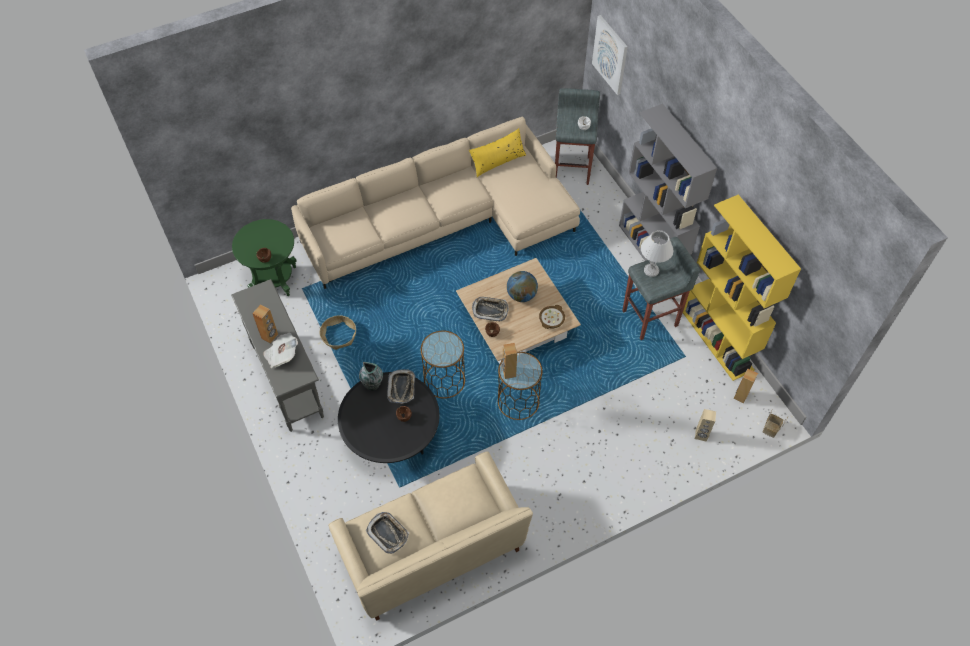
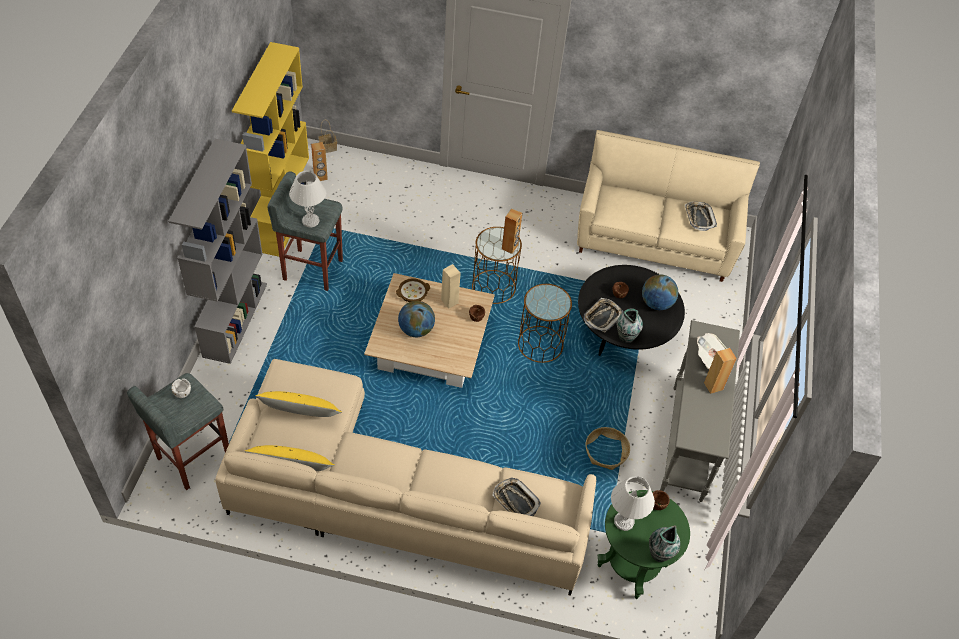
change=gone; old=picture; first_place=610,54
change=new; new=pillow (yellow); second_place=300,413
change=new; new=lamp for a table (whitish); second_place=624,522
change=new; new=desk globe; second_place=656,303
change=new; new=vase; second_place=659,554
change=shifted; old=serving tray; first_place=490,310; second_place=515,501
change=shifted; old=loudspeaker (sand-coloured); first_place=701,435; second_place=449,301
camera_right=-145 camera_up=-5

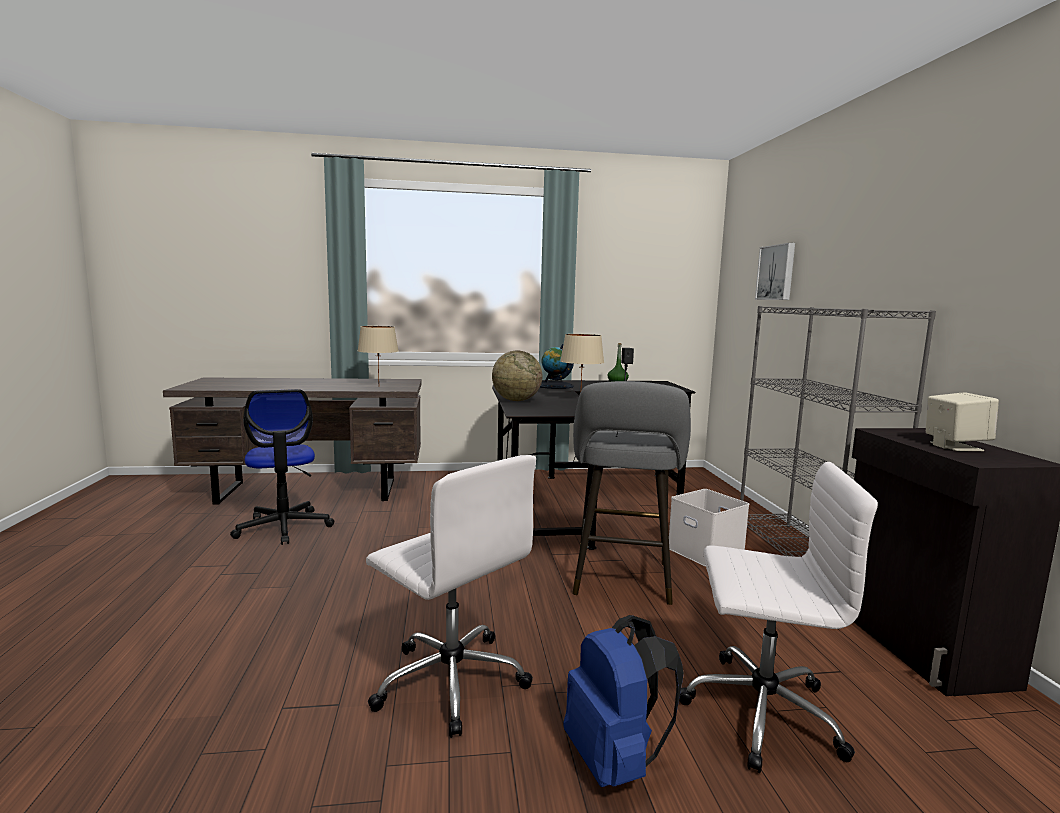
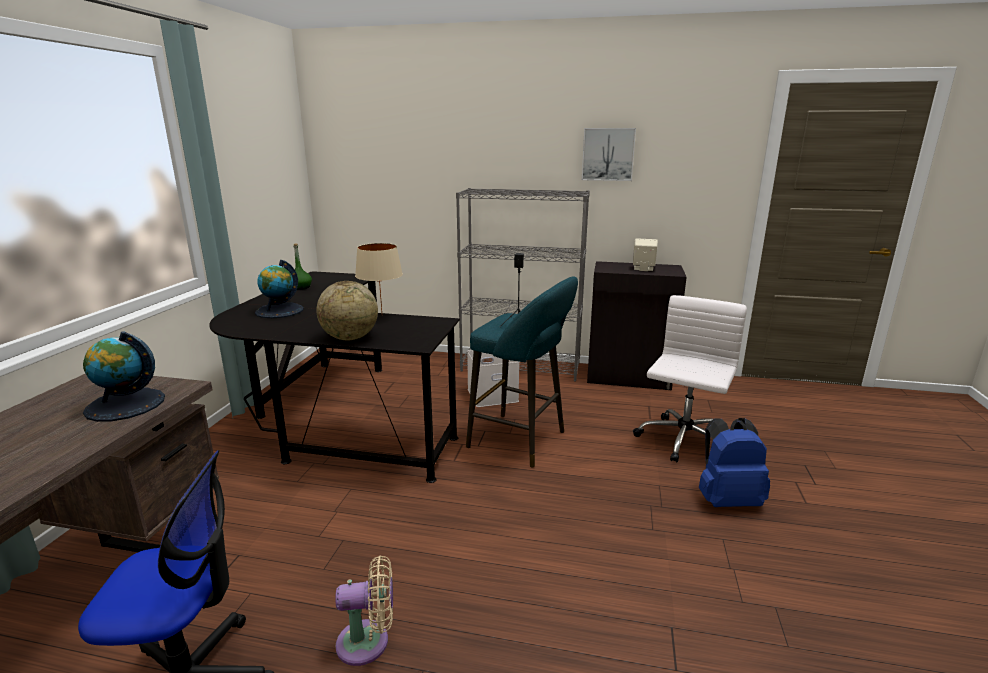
change=gone; old=computer chair (whitish); first_place=450,680
change=new; new=electric fan (sand-coloured); second_place=368,642
change=shifted; old=picture; first_place=777,272; second_place=608,154
change=swapped; old=lamp for a table (sand-coloured); new=desk globe; first_place=378,387; second_place=125,404
change=repainted; old=stool seat (gray); new=stool seat (turquoise); first_place=622,582; second_place=521,441
camera_right=-70 camera_up=10

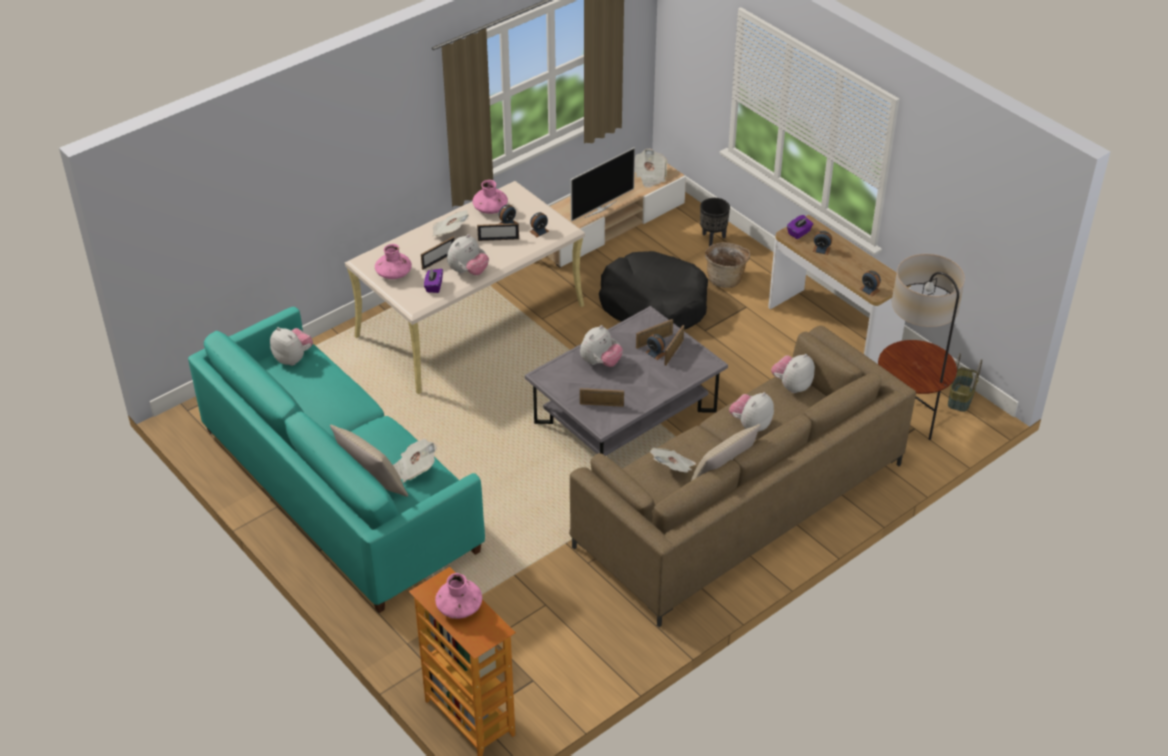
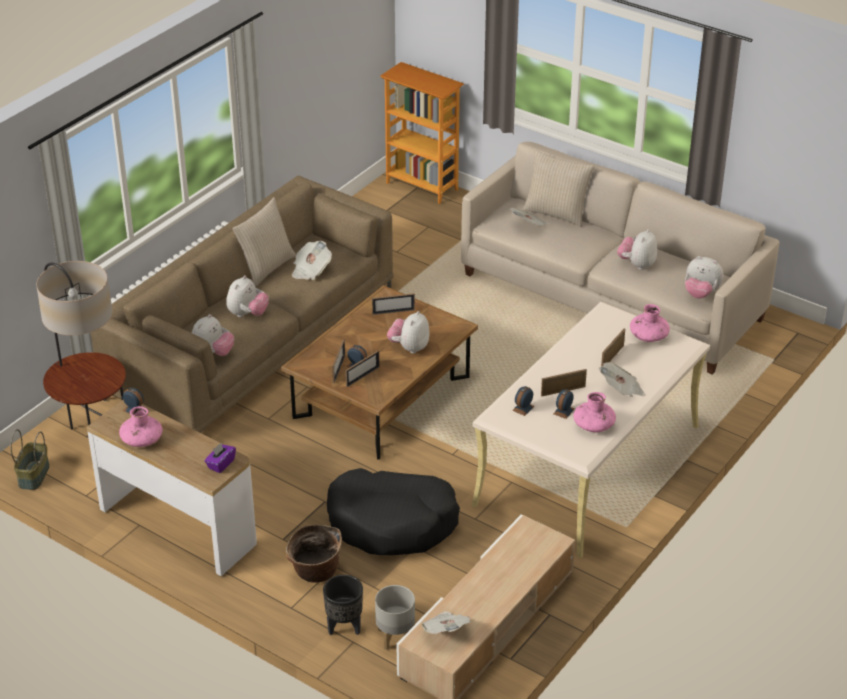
change=gone; old=tissue holder (purple); first_place=433,286
change=gone; old=TV set; first_place=600,209
change=gone; old=table clock; first_place=821,249
change=new; new=planter (gray); second_place=395,637
change=shifted; old=vase (pink); first_place=459,607; second_place=142,440
change=shifted; old=plush toy; first_place=468,271; second_place=637,264
change=repainted; old=settee (turquoise); new=settee (sand-coloured); first_place=339,489; second_place=611,297
change=repainted; old=low table (gray); new=low table (brownish); first_place=625,417; second_place=382,397
camera_right=165 camera_up=-5

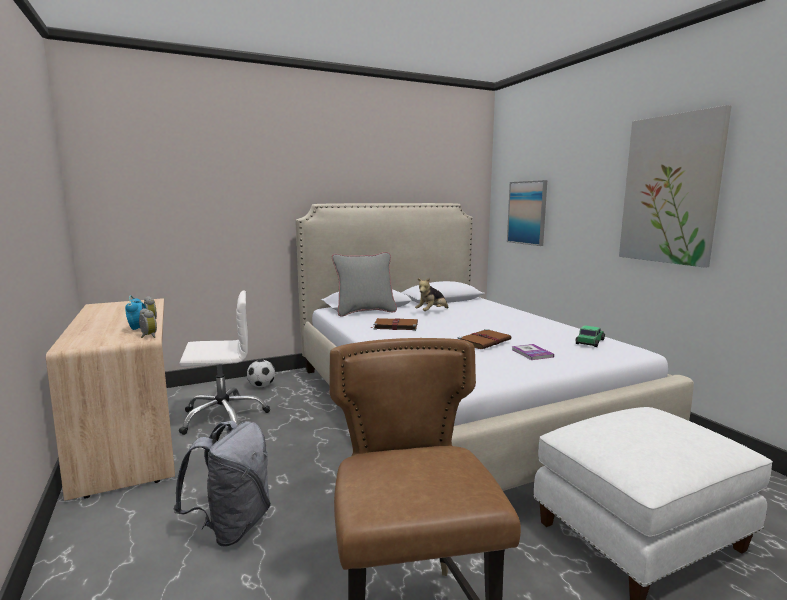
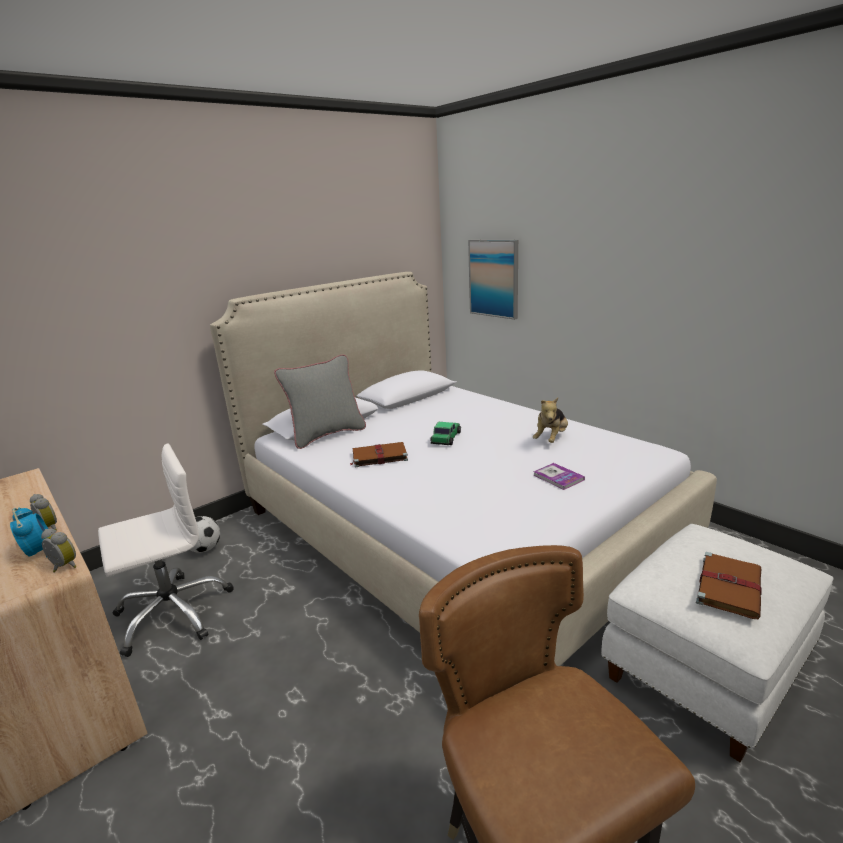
change=gone; old=knapsack (gray); first_place=232,526
change=gone; old=picture; first_place=670,190
change=shifted; old=plush toy; first_place=432,312; second_place=551,439
change=shifted; old=book (brownish); first_place=484,341; second_place=729,586
change=shifted; old=model car; first_place=590,342; second_place=446,438
camera_right=-15 camera_up=10

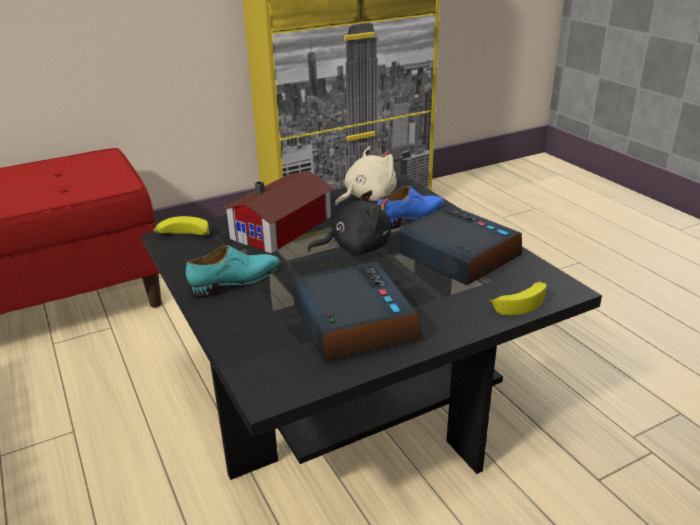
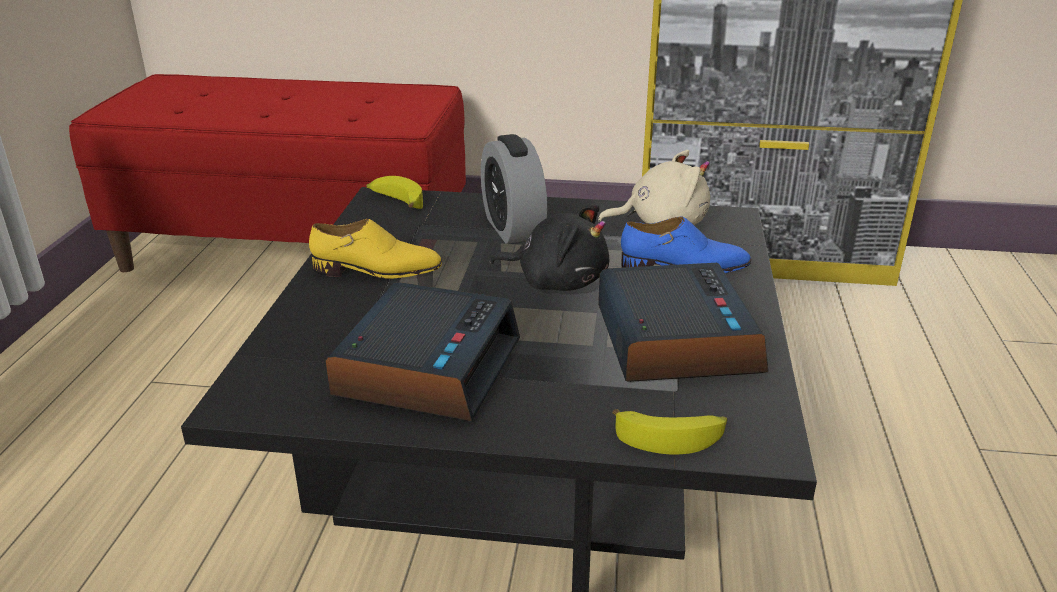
change=swapped; old=miniature house; new=table clock; first_place=285,227; second_place=513,228
change=repainted; old=low shoe (turquoise); new=low shoe (yellow); first_place=237,281; second_place=377,270
camera_right=35 camera_up=0

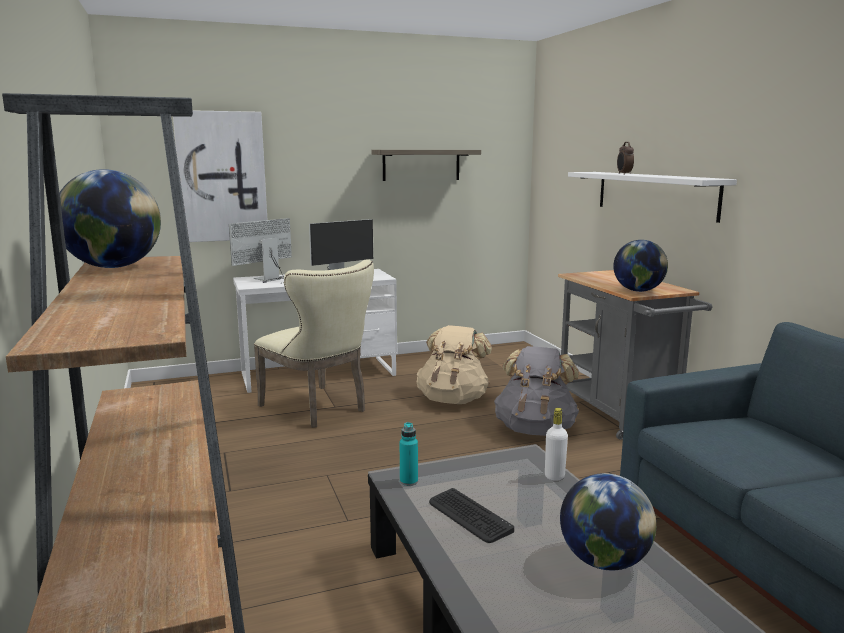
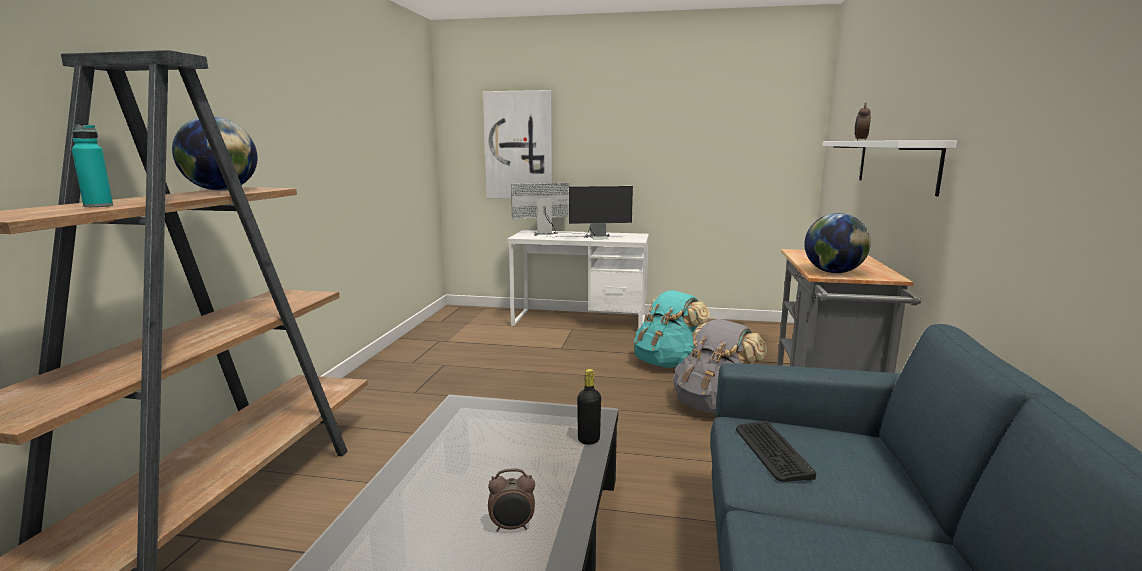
change=gone; old=chair (sand-coloured); first_place=319,409
change=gone; old=wall shelf; first_place=421,165
change=shifted; old=drink bottle (turquoise); first_place=408,481; second_place=98,206
change=shifted; old=PC keyboard; first_place=469,516; second_place=772,451
change=swapped; old=desk globe; new=table clock; first_place=604,561; second_place=512,527
change=repainted; old=knapsack (sand-coloured); new=knapsack (turquoise); first_place=453,400; second_place=667,363
change=repainted; old=drink bottle (whitish); new=drink bottle (blackish); first_place=554,476; second_place=588,440
camera_right=30 camera_up=0

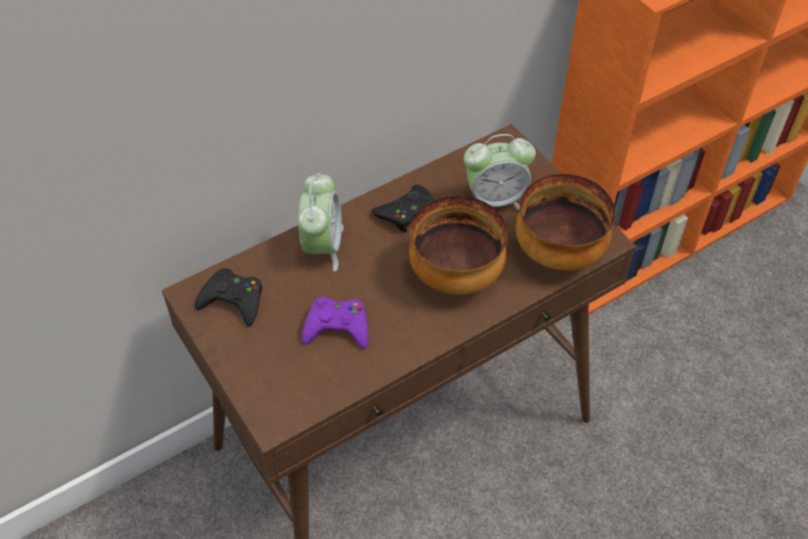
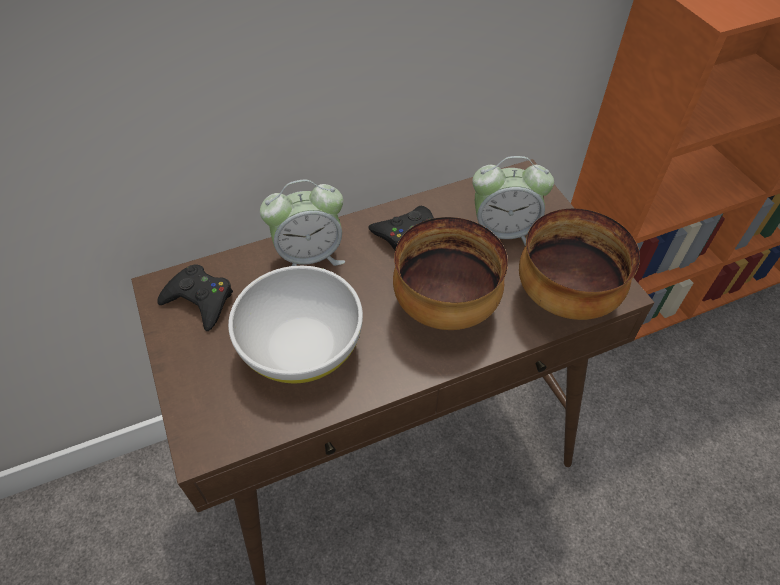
change=swapped; old=game controller (purple); new=serving bowl (whitish); first_place=337,327; second_place=302,346
change=rotated; old=table clock; first_place=323,246; second_place=309,256; degrees=60
camera_right=10 camera_up=0

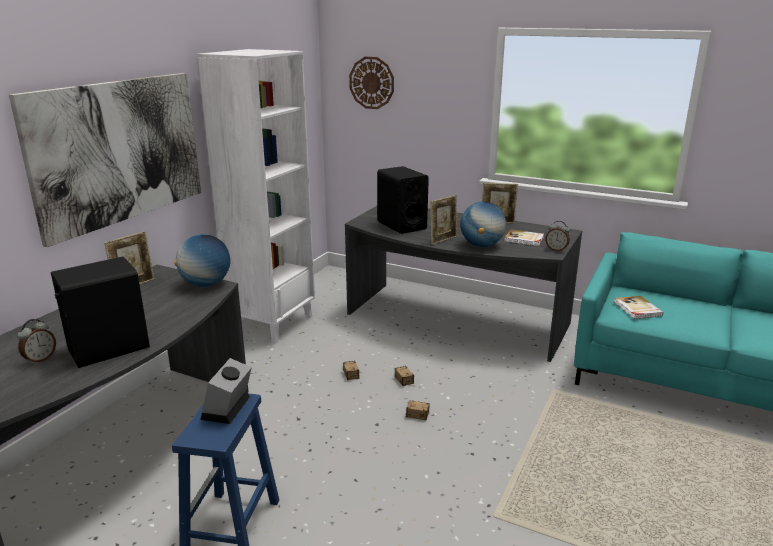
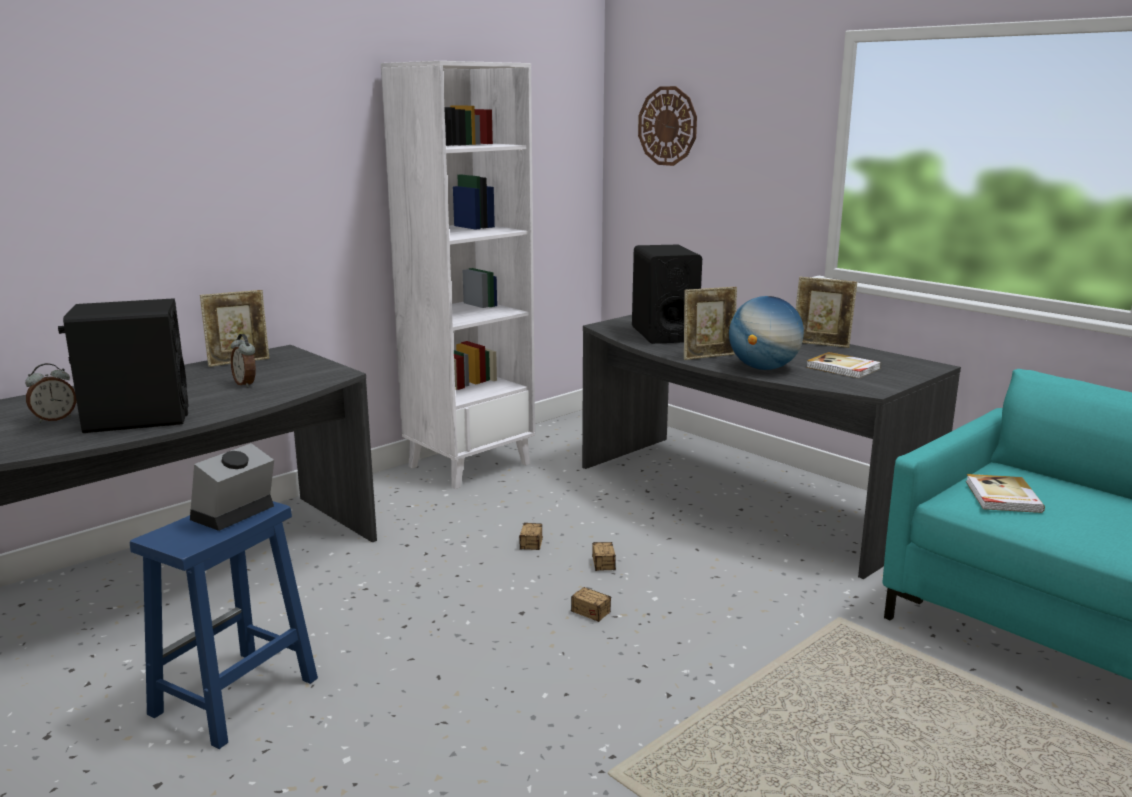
change=gone; old=picture; first_place=119,151
change=gone; old=desk globe; first_place=206,284
change=shifted; old=table clock; first_place=556,250; second_place=246,384
camera_right=20 camera_up=-5

